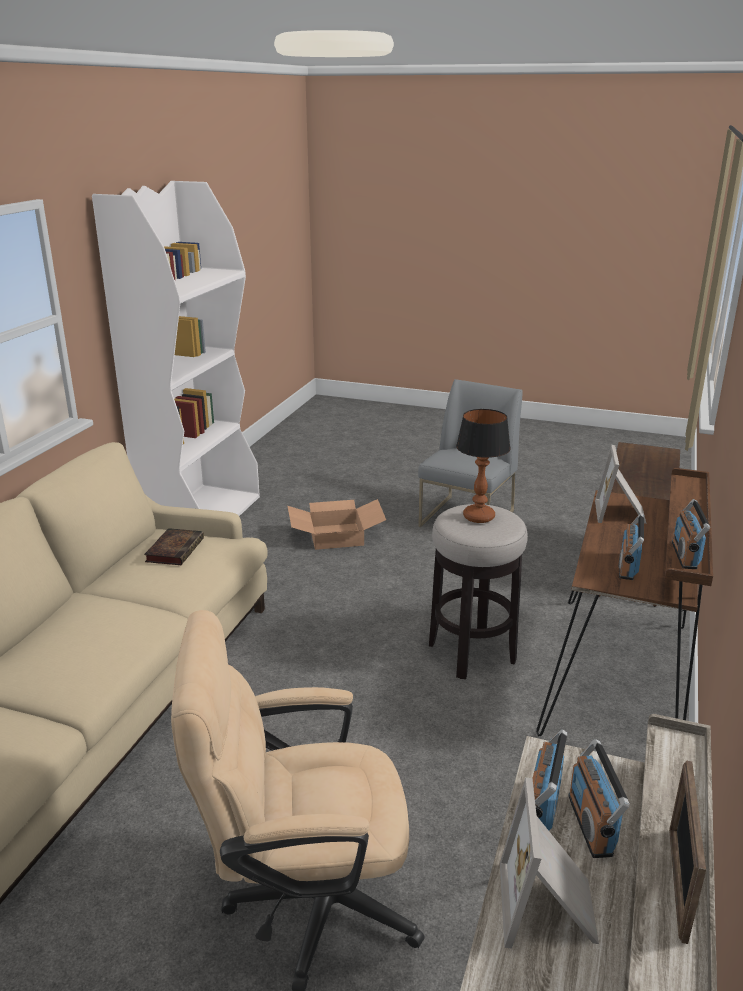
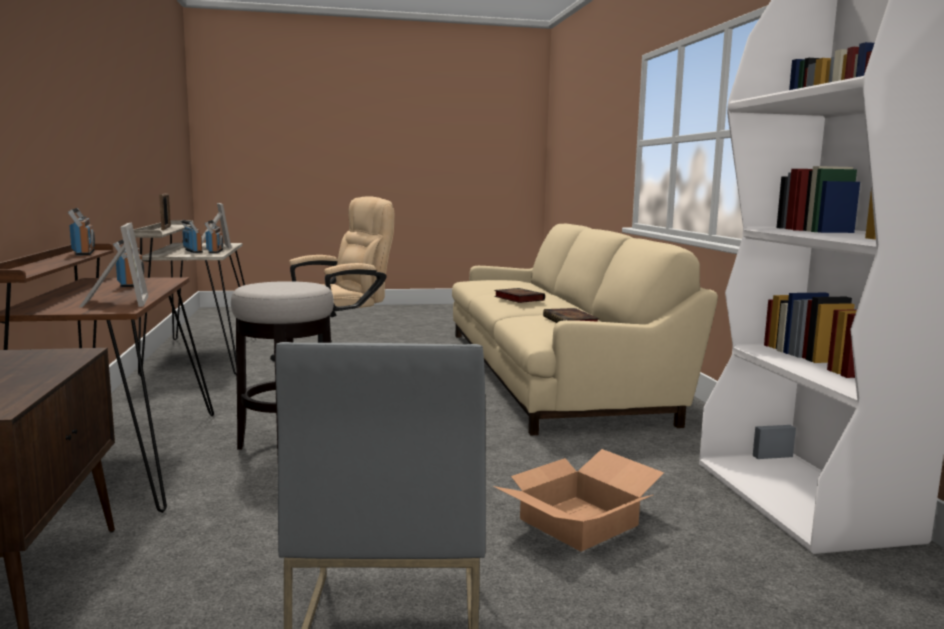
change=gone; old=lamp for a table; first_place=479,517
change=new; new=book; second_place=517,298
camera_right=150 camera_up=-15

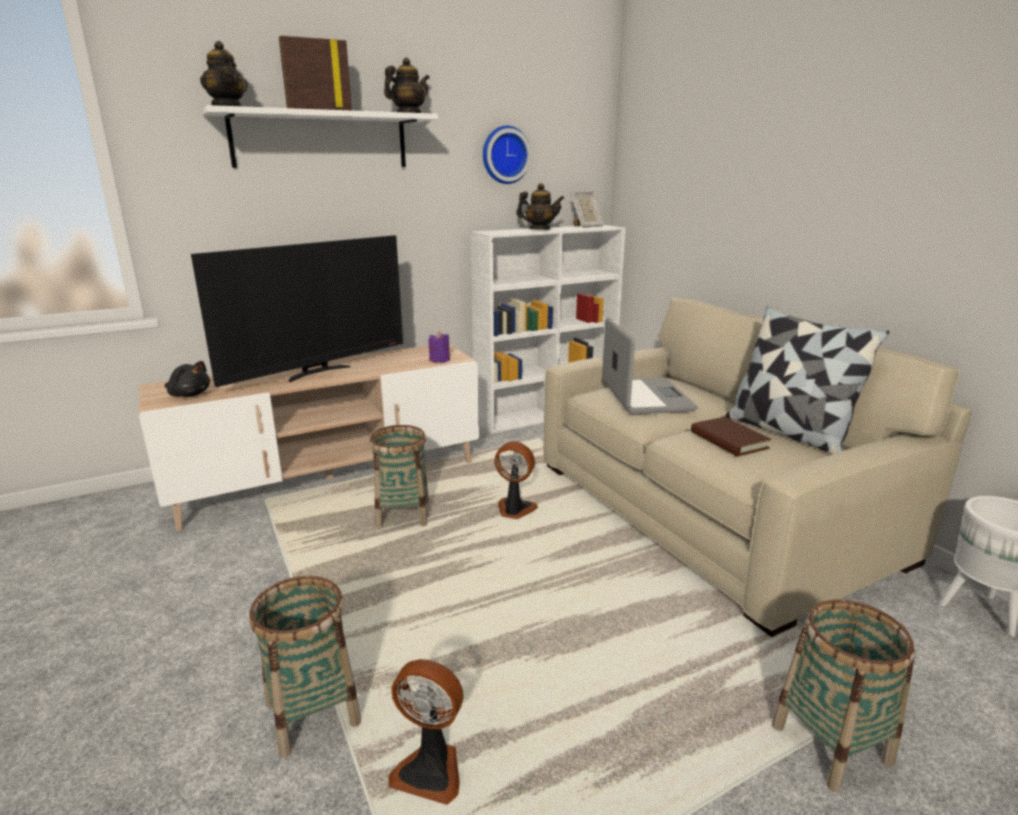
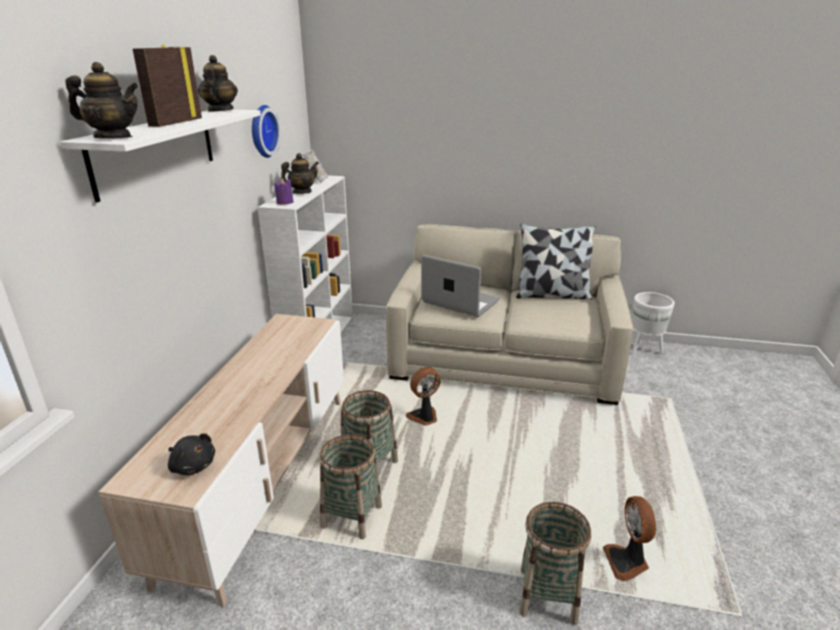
change=gone; old=TV set; first_place=317,372
change=gone; old=book (brownish); first_place=728,440
change=shifted; old=wax candle (purple); first_place=440,360; second_place=285,202
change=shifted; old=household basket; first_place=830,744; second_place=351,516
change=rotated; old=plush toy (blackish); first_place=189,394; second_place=192,466; degrees=60
change=rotated; old=electric fan; first_place=430,770; second_place=626,562; degrees=120
camera_right=-50 camera_up=5

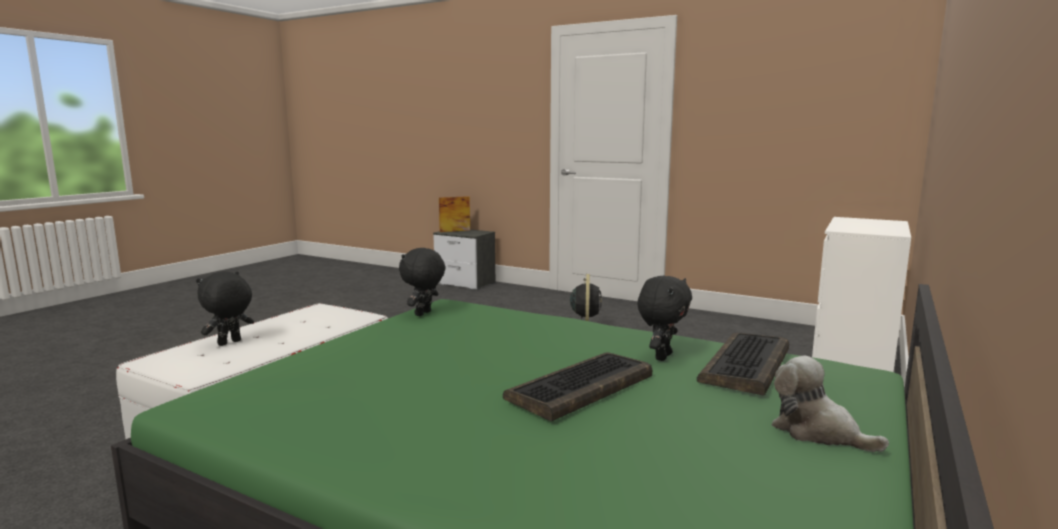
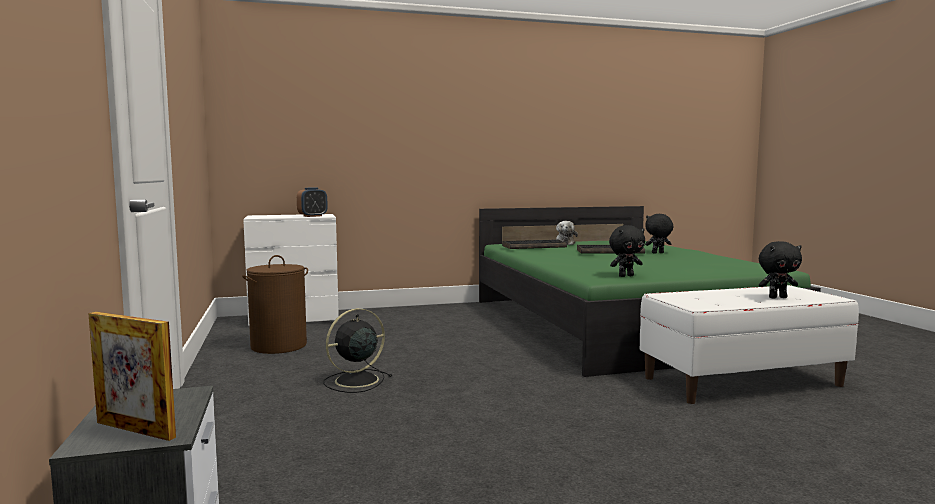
change=new; new=hamper (brownish); second_place=278,346
change=new; new=table clock; second_place=312,216
change=shifted; old=plush toy (blackish); first_place=661,356; second_place=658,253
camera_right=-135 camera_up=-5

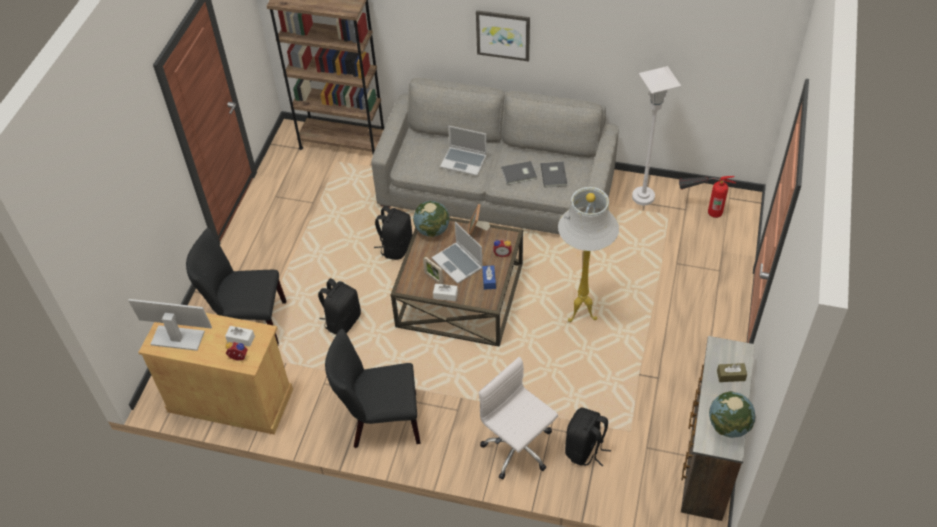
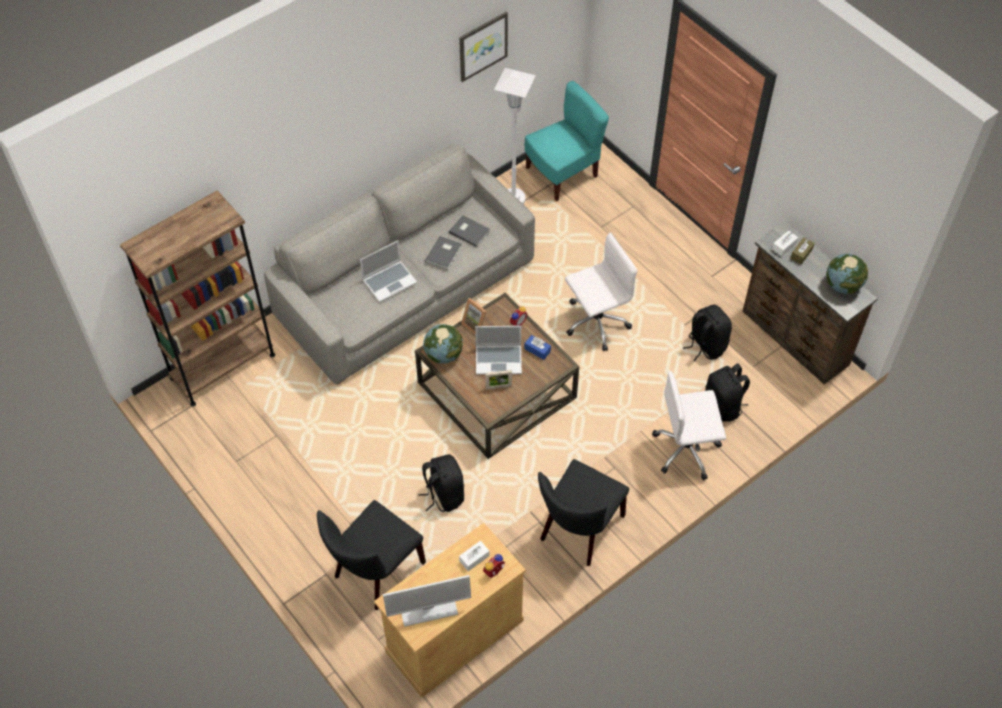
change=shifted; old=knapsack (blackish); first_place=396,247; second_place=705,346
change=shifted; old=tissue holder (whitish); first_place=445,295; second_place=784,246
change=shifted; old=picture; first_place=503,35; second_place=482,46
change=swapped; old=floor lamp (whitish); new=computer chair (whitish); first_place=581,315; second_place=595,322
change=swapped; old=extinguisher; new=chair (turquoise); first_place=701,209; second_place=562,173
change=rotated; old=computer screen; first_place=178,338; second_place=427,609; degrees=-150
camera_right=-55 camera_up=5

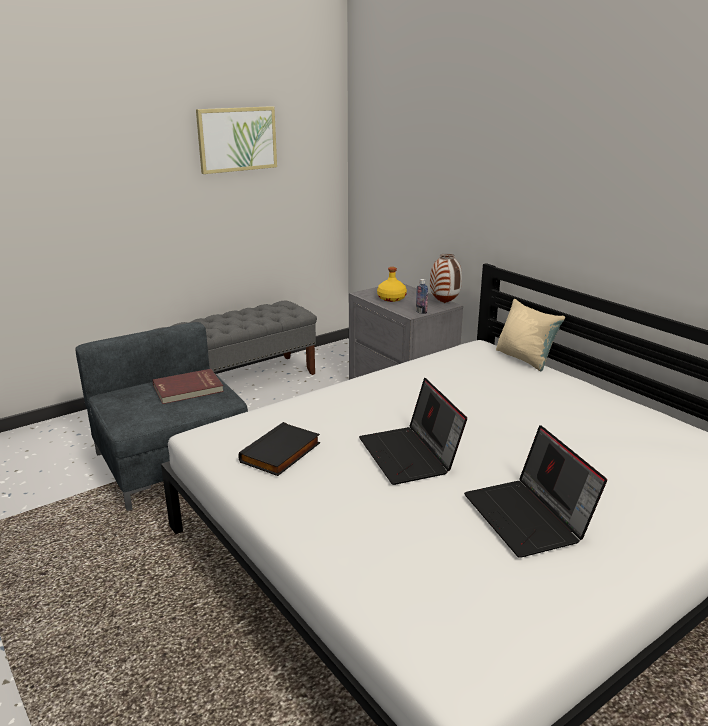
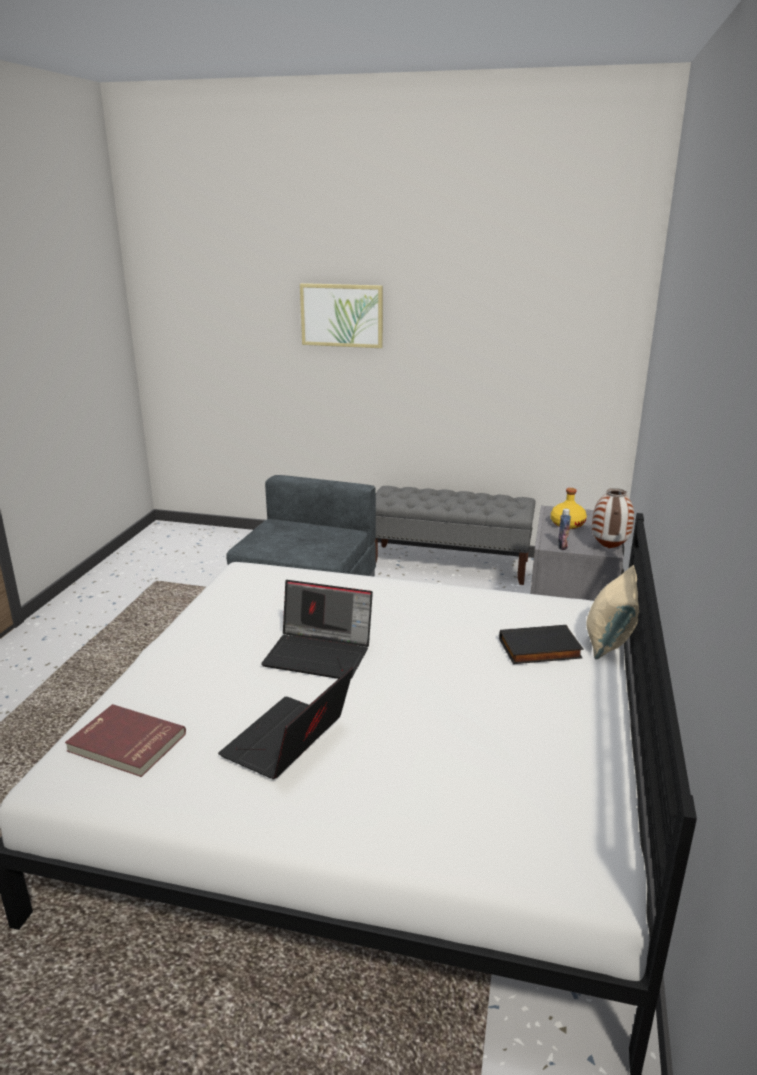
change=shifted; old=book (red-coloured); first_place=188,389; second_place=125,744
change=shifted; old=picture; first_place=237,139; second_place=342,315
change=shifted; old=book (blackish); first_place=281,453; second_place=539,650
change=rotated; old=notebook computer; first_place=410,455; second_place=320,654; degrees=-105
camera_right=50 camera_up=0

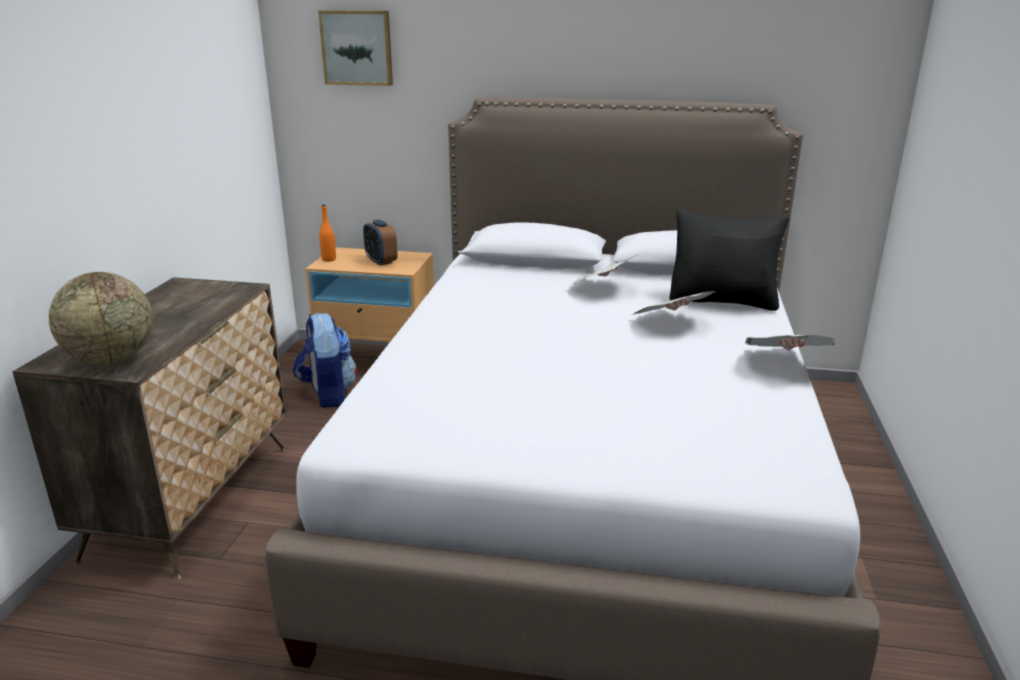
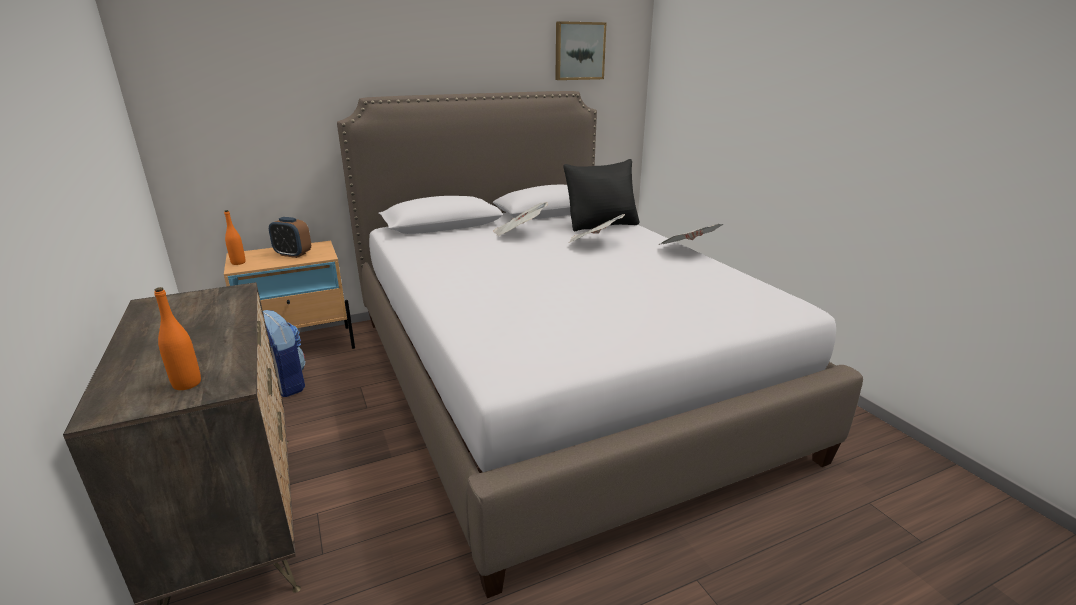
change=shifted; old=picture; first_place=357,48; second_place=579,51
change=swapped; old=desk globe; new=drink bottle (orangey); first_place=111,359; second_place=187,384
camera_right=-35 camera_up=0

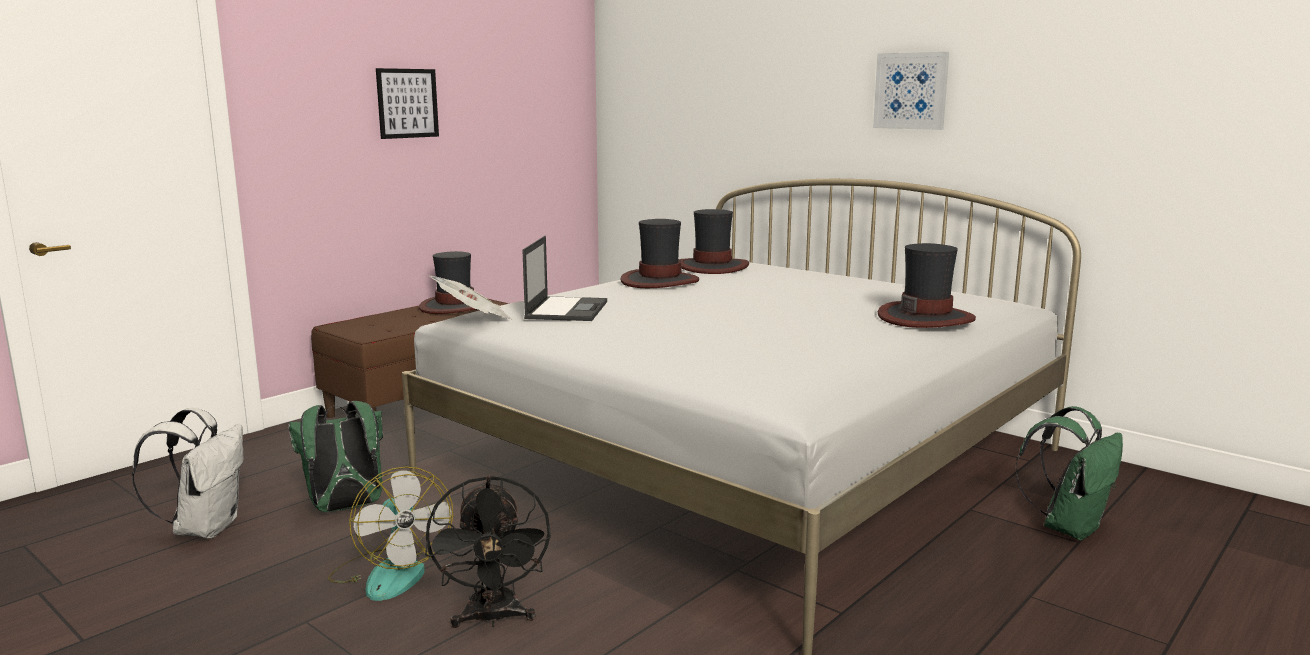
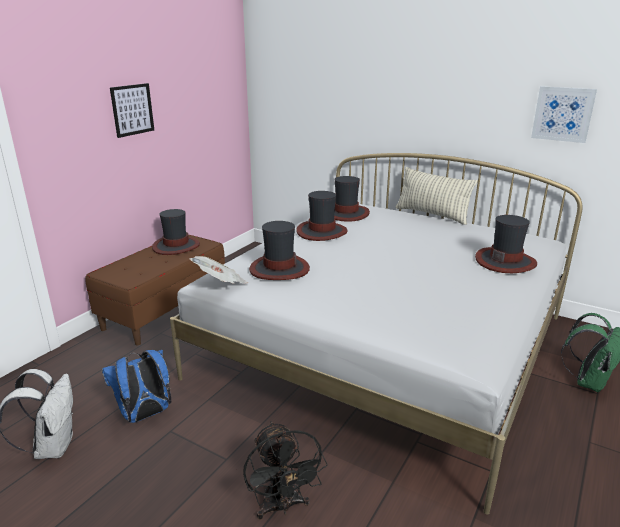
change=gone; old=electric fan; first_place=390,572
change=new; new=pillow; second_place=432,215
change=shifted; old=picture; first_place=911,91; second_place=563,114
change=swapped; old=notebook computer; new=hat; first_place=567,309; second_place=279,269
change=repainted; old=knapsack (greenish); new=knapsack (bluish); first_place=345,507; second_place=145,415
camera_right=-10 camera_up=10

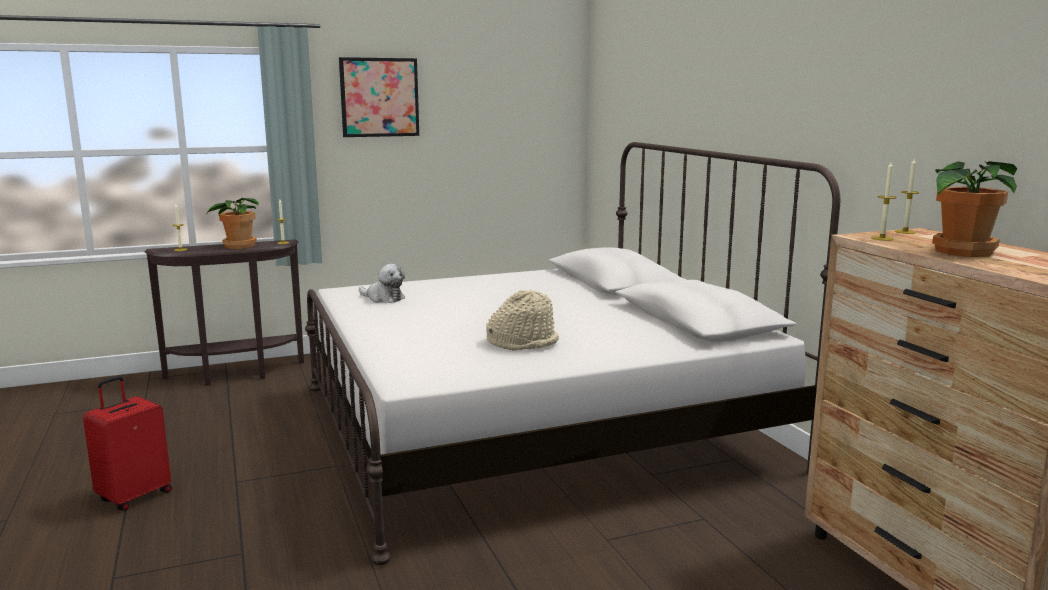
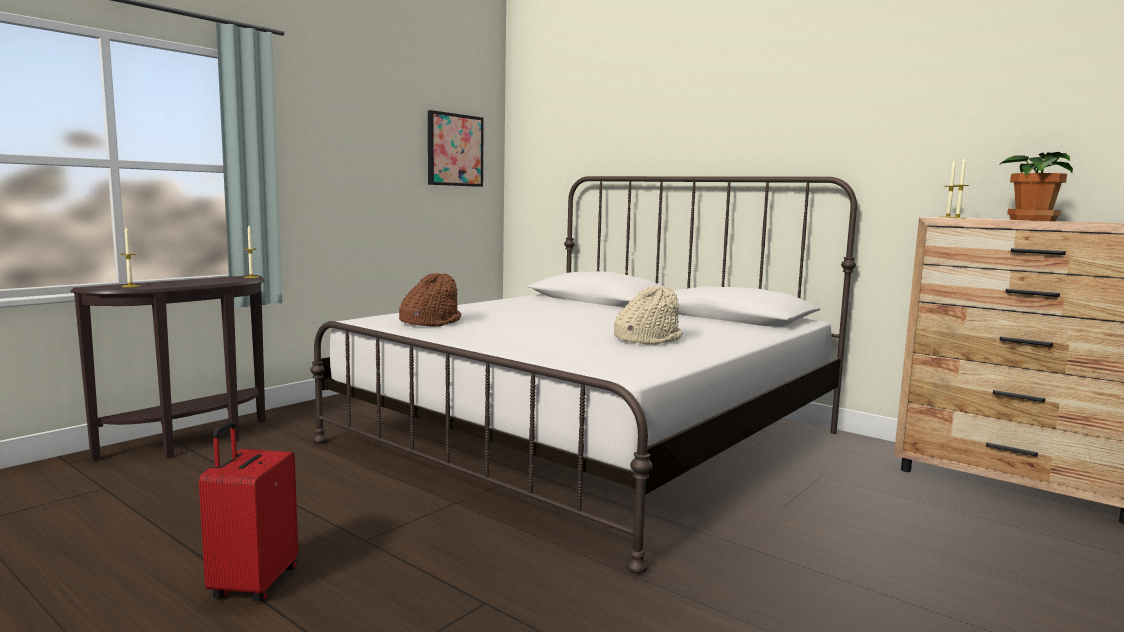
change=gone; old=potted plant; first_place=238,246
change=shifted; old=picture; first_place=379,97; second_place=454,150
change=swapped; old=plush toy; new=hat (brownish); first_place=383,298; second_place=430,322
camera_right=-30 camera_up=-5

